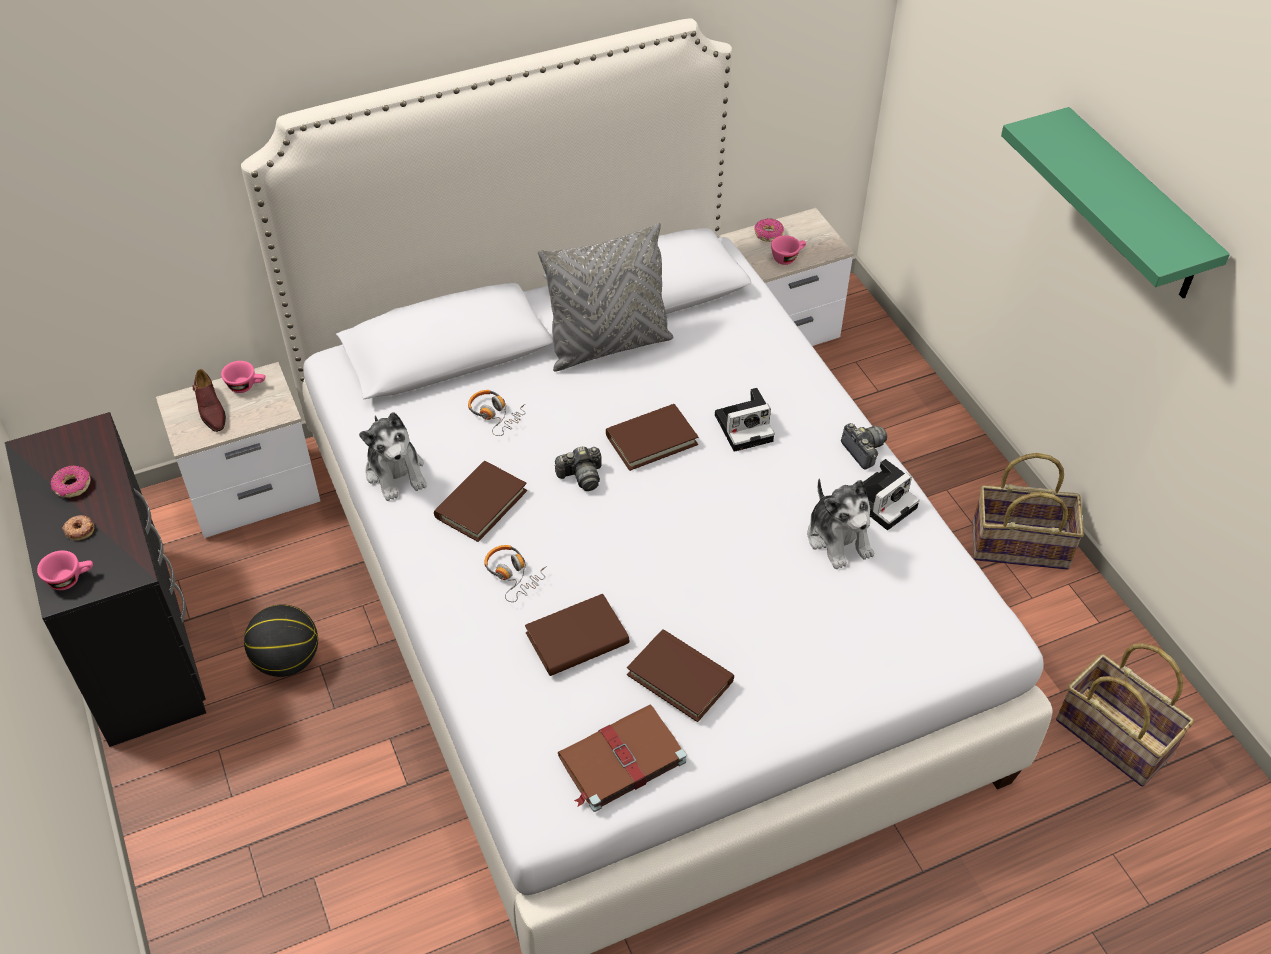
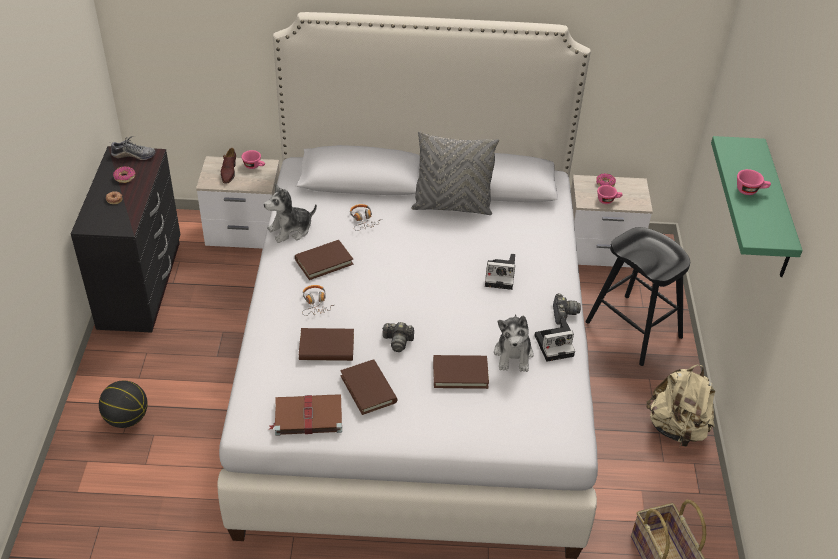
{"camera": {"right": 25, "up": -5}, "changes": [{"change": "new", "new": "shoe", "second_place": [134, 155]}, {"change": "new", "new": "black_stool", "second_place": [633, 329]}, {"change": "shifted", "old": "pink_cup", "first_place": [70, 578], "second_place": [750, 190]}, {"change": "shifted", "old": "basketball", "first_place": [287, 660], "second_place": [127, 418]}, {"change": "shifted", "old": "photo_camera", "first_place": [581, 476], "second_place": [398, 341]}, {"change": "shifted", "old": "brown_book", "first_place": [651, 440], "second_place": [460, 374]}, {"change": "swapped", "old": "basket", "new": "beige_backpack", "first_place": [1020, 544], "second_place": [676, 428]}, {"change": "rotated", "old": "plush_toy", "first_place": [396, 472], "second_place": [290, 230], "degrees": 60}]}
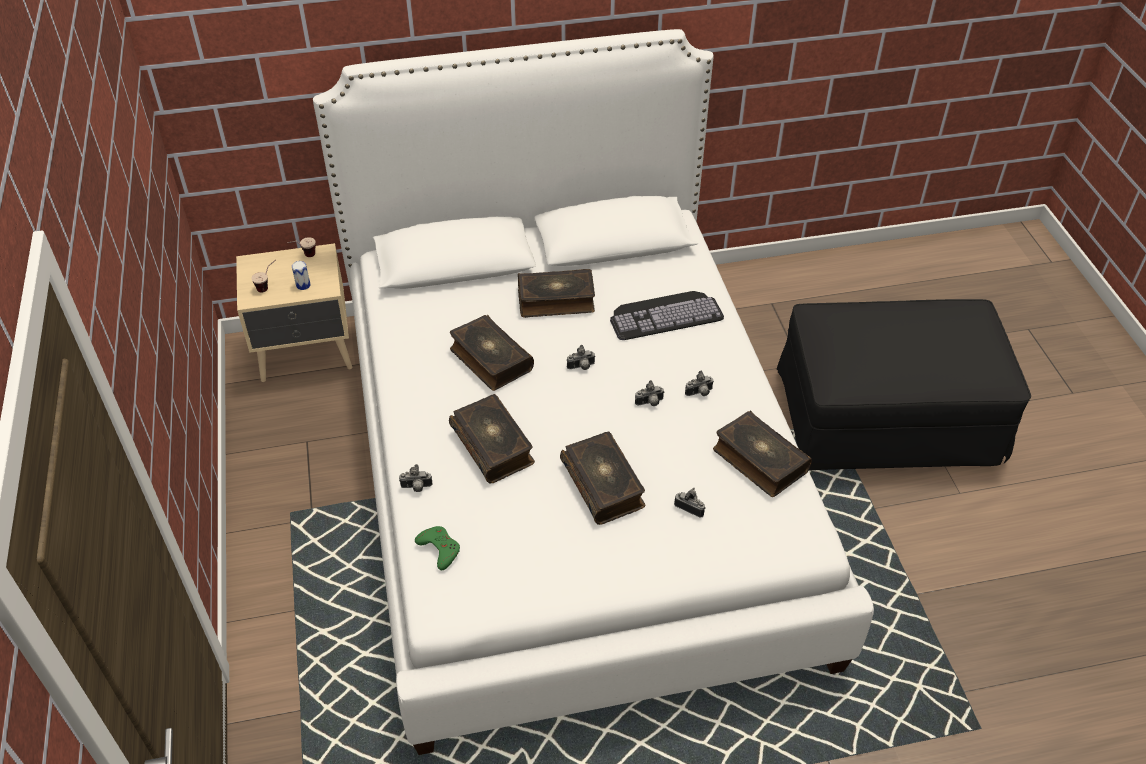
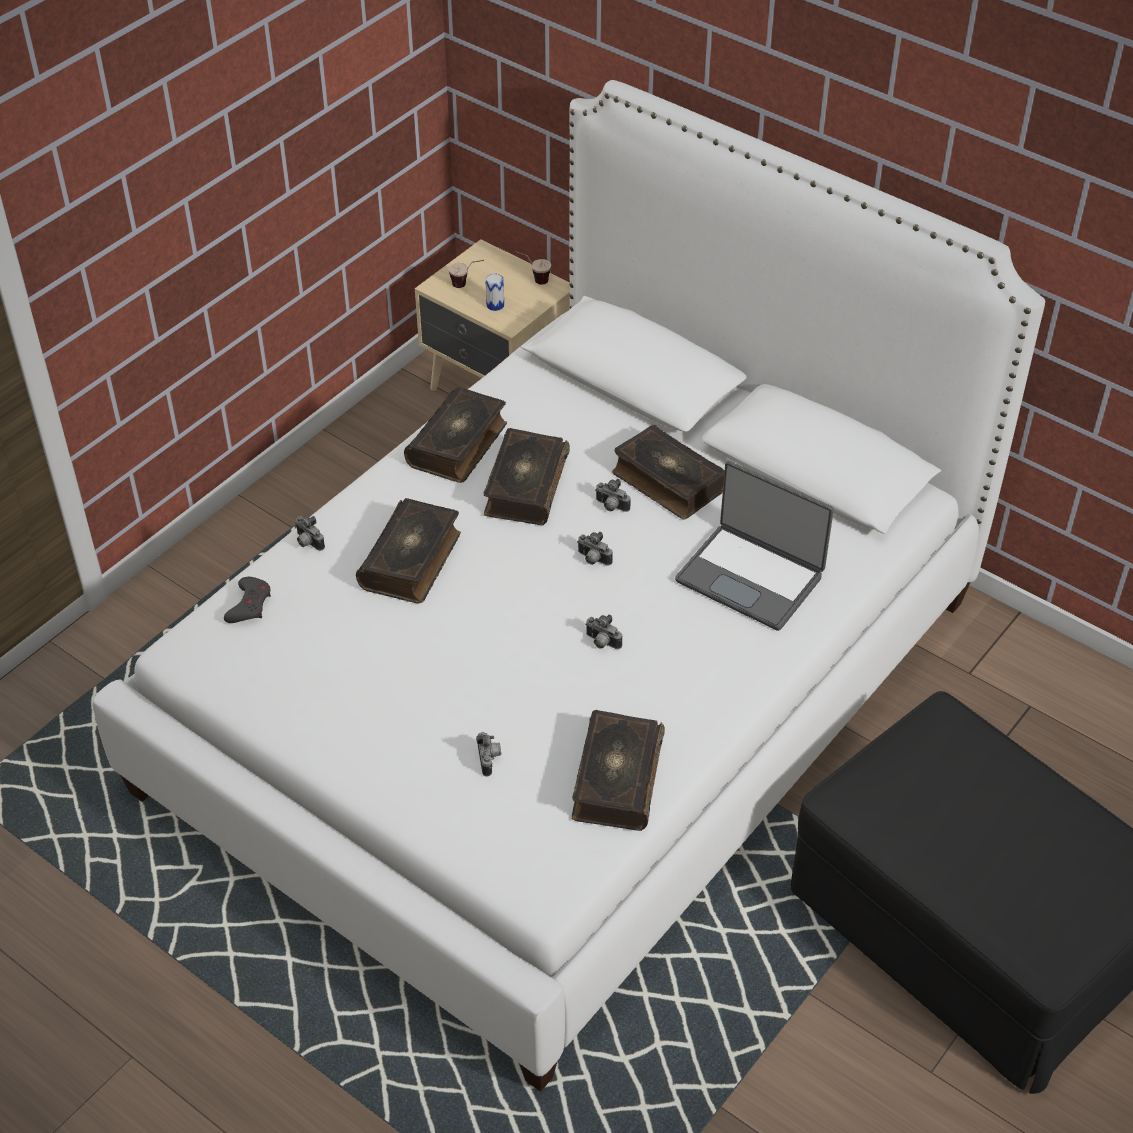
{"camera": {"right": 50, "up": 0}, "changes": [{"change": "shifted", "old": "book", "first_place": [603, 485], "second_place": [459, 445]}, {"change": "shifted", "old": "photo_camera", "first_place": [699, 393], "second_place": [611, 507]}, {"change": "swapped", "old": "keyboard", "new": "laptop", "first_place": [665, 314], "second_place": [751, 577]}, {"change": "repainted", "old": "green_game_controller", "new": "grey_game_controller", "first_place": [439, 549], "second_place": [249, 604]}]}
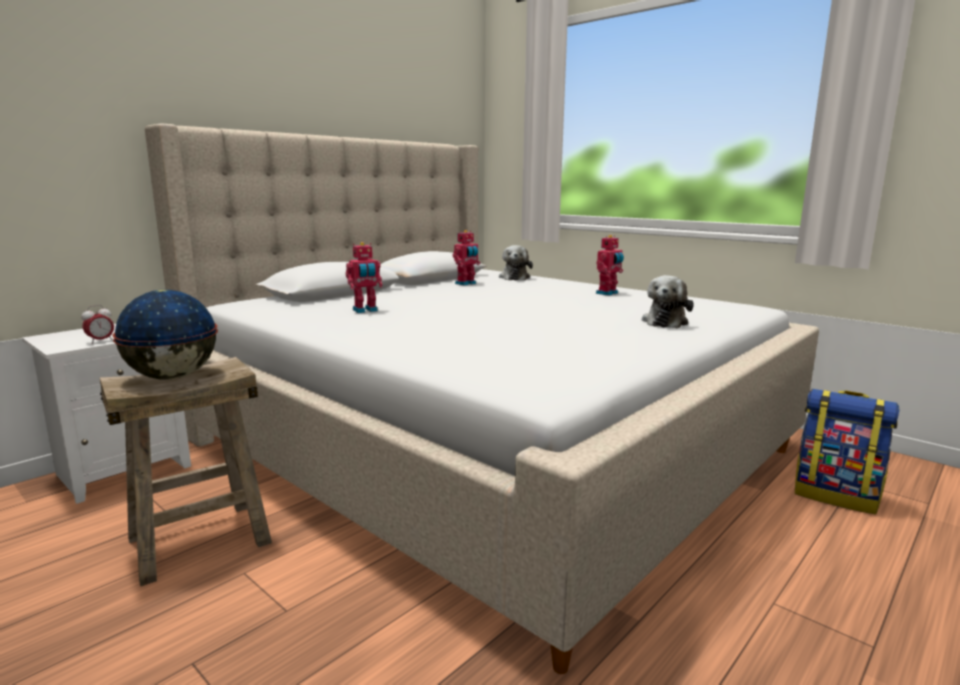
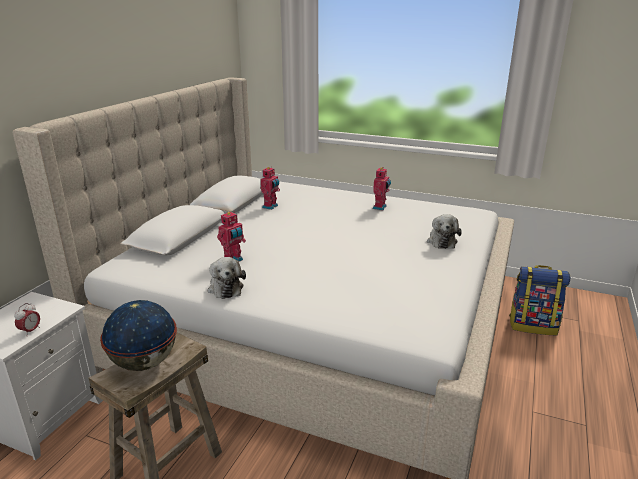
{"camera": {"right": -20, "up": 10}, "changes": [{"change": "shifted", "old": "plush_toy", "first_place": [514, 277], "second_place": [225, 287]}]}
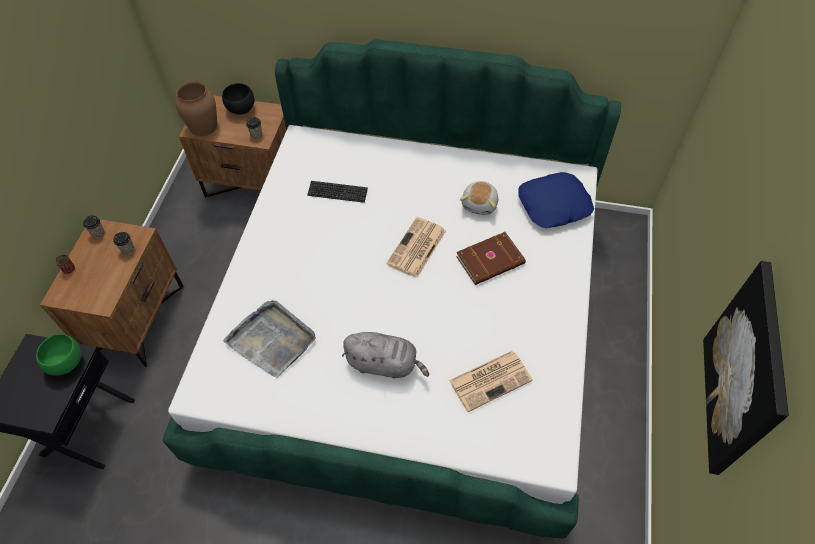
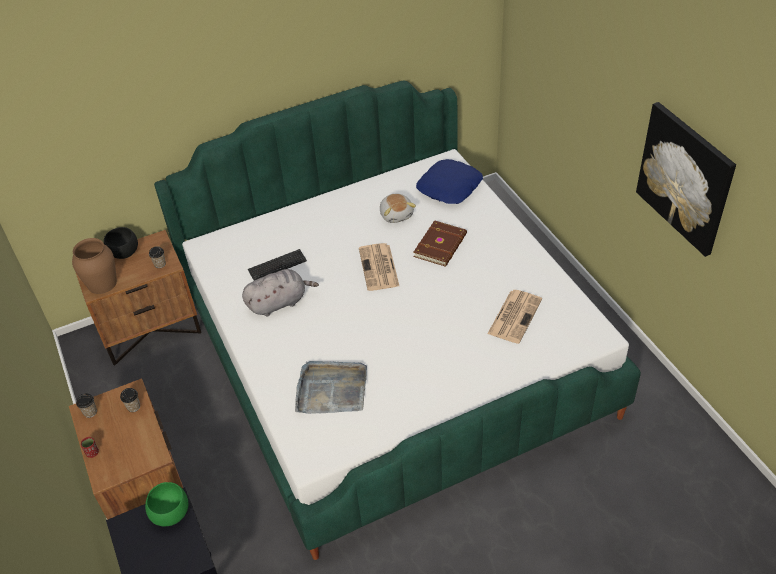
{"camera": {"right": -35, "up": -10}, "changes": [{"change": "shifted", "old": "grey_plush_toy", "first_place": [384, 364], "second_place": [279, 302]}]}
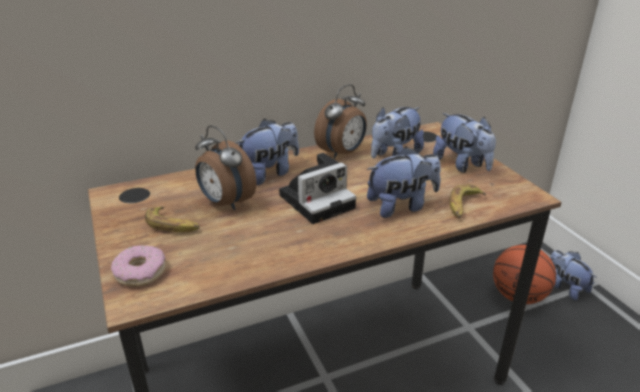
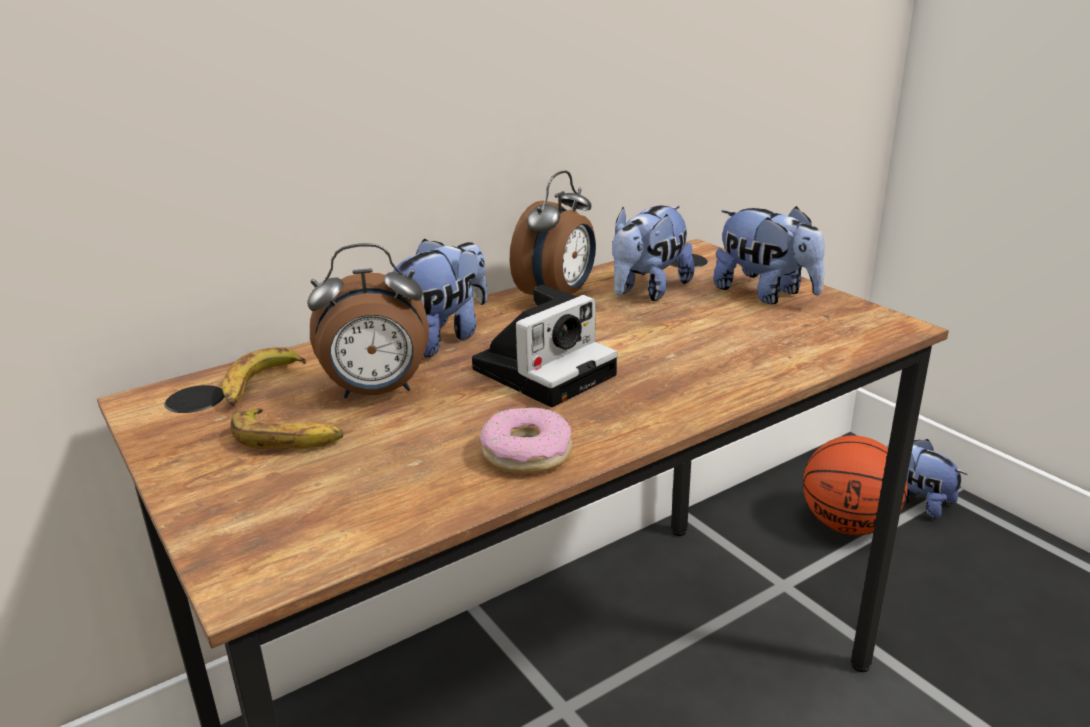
{"camera": {"right": -10, "up": -5}, "changes": [{"change": "gone", "old": "plush_toy", "first_place": [401, 206]}, {"change": "shifted", "old": "donut", "first_place": [140, 272], "second_place": [527, 453]}, {"change": "shifted", "old": "banana", "first_place": [463, 206], "second_place": [260, 385]}, {"change": "rotated", "old": "alarm_clock", "first_place": [225, 203], "second_place": [377, 392], "degrees": -45}]}
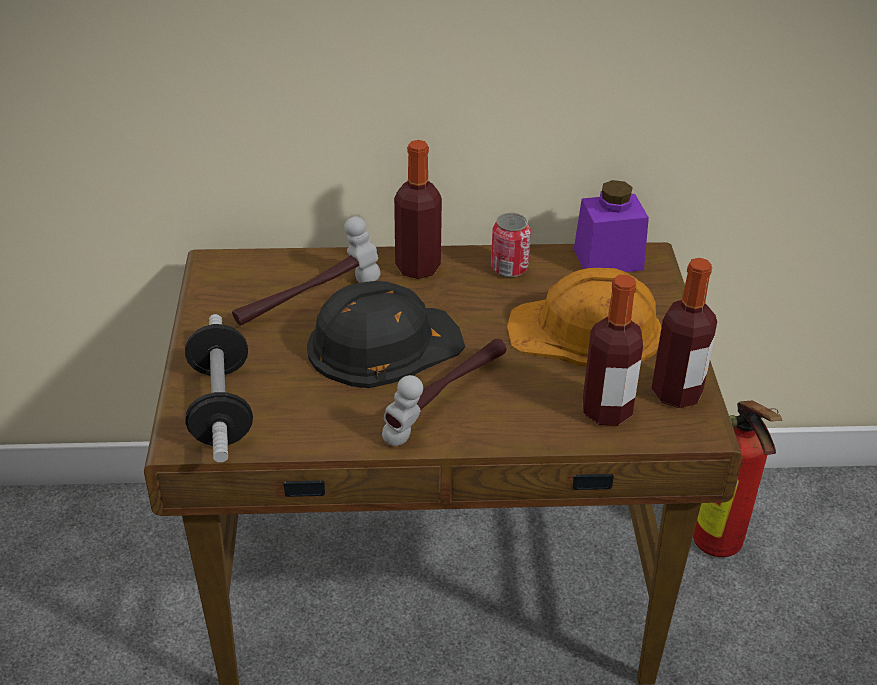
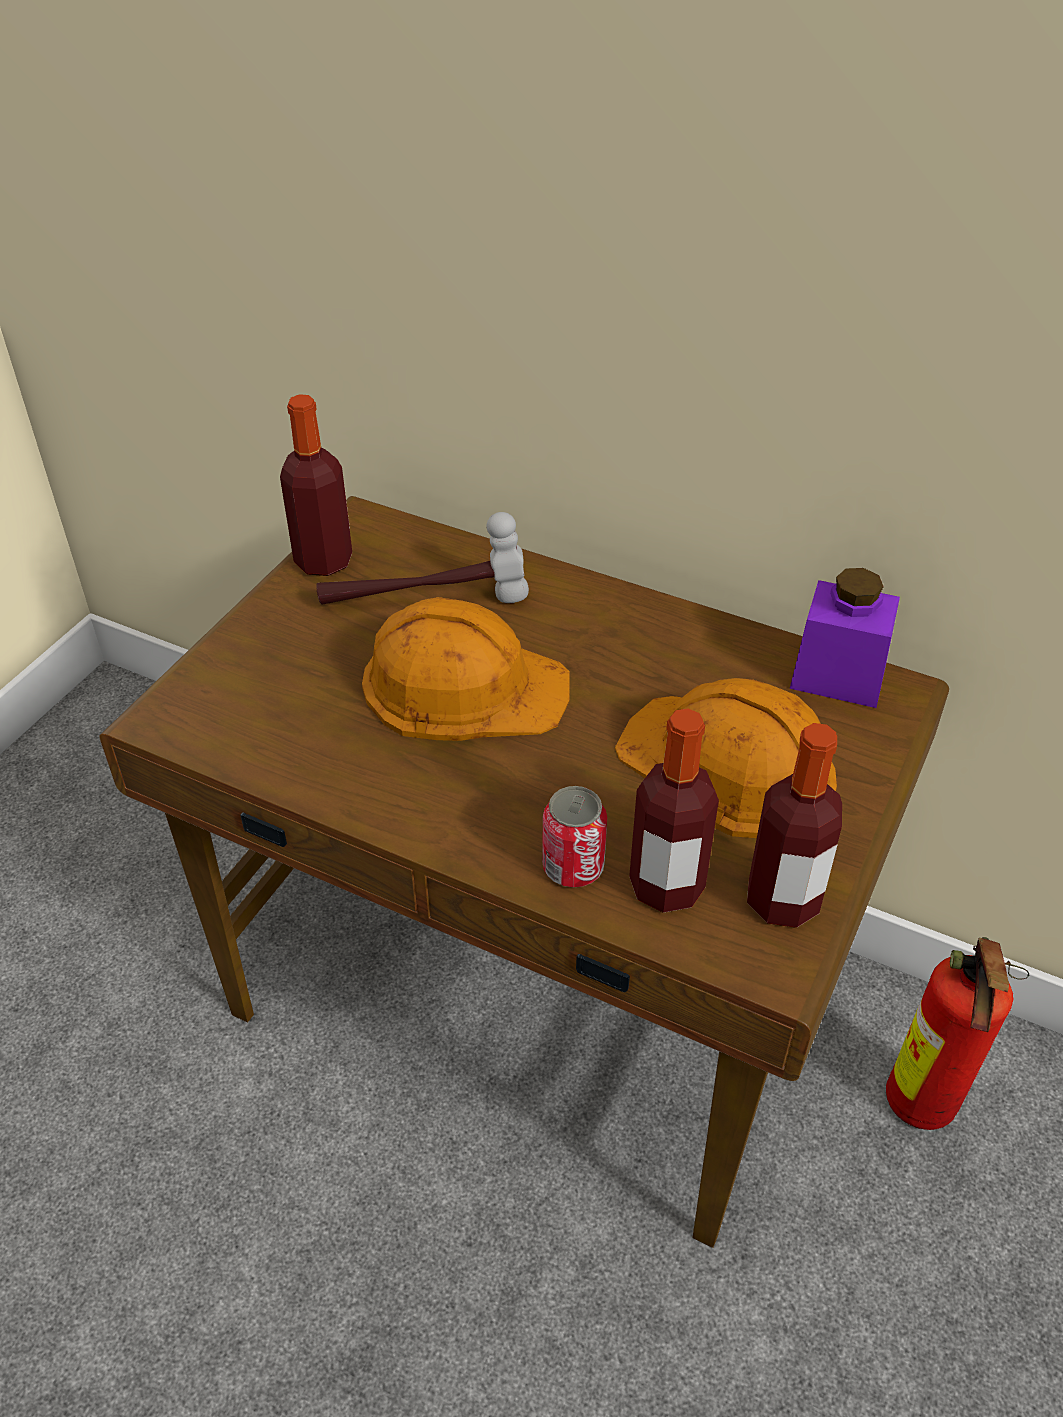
{"camera": {"right": 30, "up": 5}, "changes": [{"change": "gone", "old": "dumbbell", "first_place": [221, 407]}, {"change": "gone", "old": "hammer", "first_place": [447, 401]}, {"change": "shifted", "old": "bottle", "first_place": [418, 267], "second_place": [323, 561]}, {"change": "shifted", "old": "can", "first_place": [509, 268], "second_place": [573, 867]}, {"change": "repainted", "old": "black_hard_hat", "new": "orange_hard_hat", "first_place": [382, 344], "second_place": [463, 685]}]}
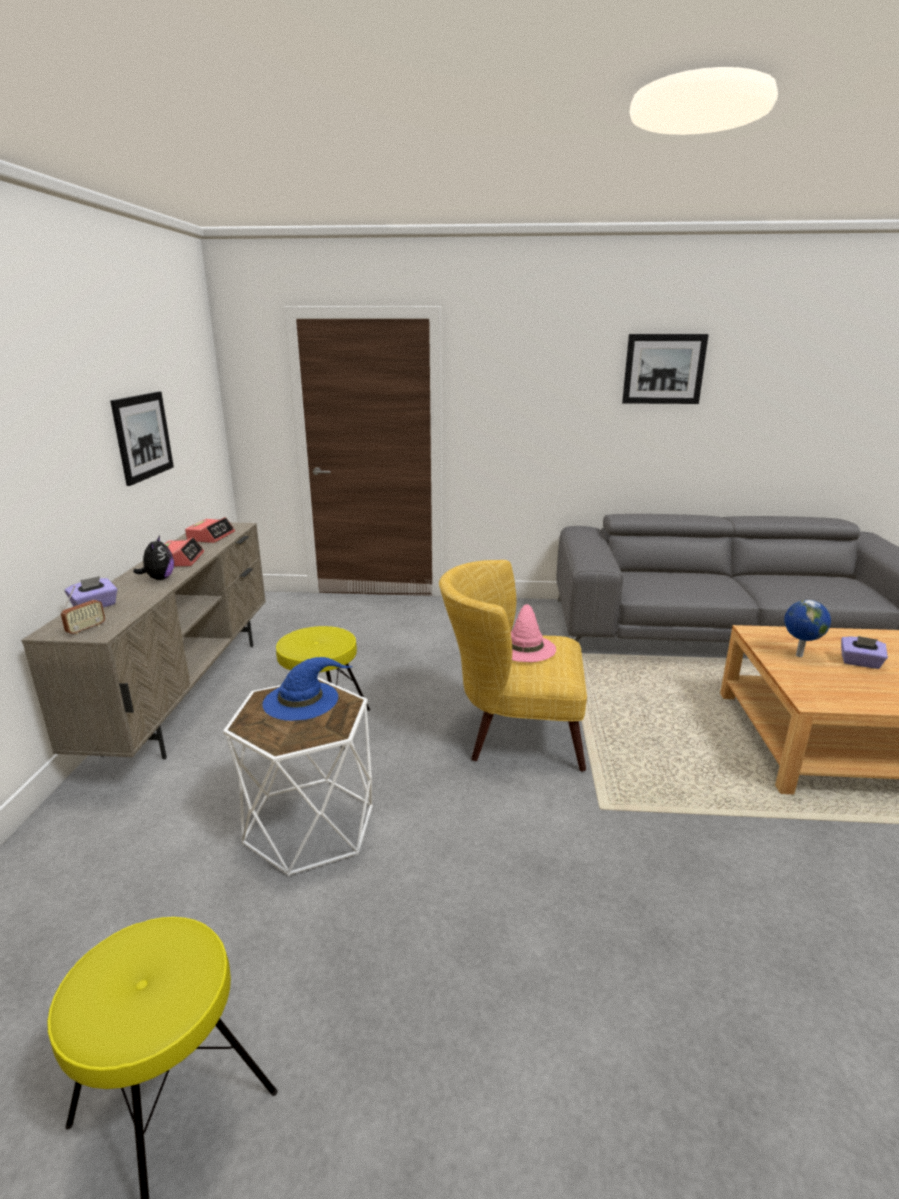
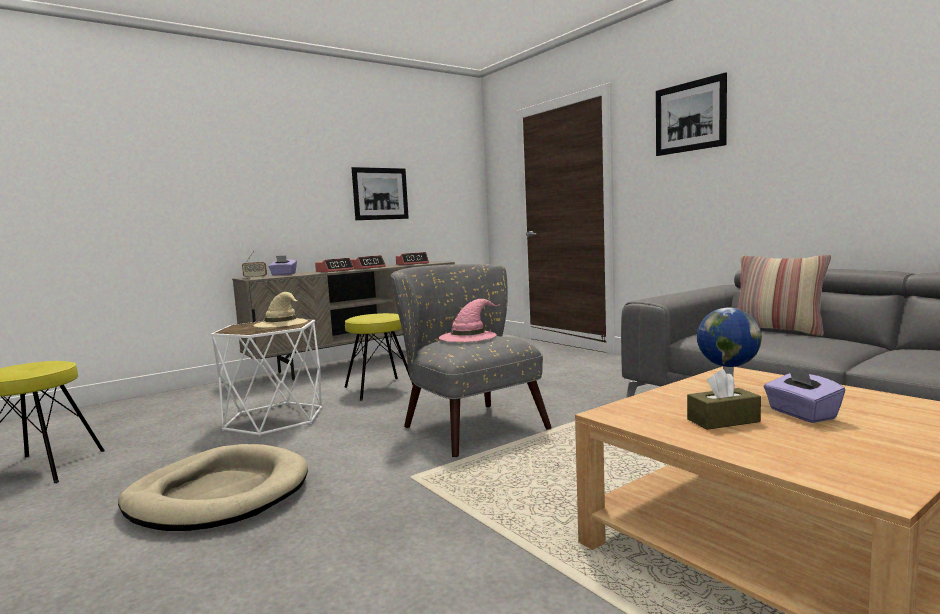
{"camera": {"right": 50, "up": -15}, "changes": [{"change": "new", "new": "beige_dog_bed", "second_place": [218, 494]}, {"change": "new", "new": "brown_tissue_box", "second_place": [723, 420]}, {"change": "new", "new": "pillow", "second_place": [778, 330]}, {"change": "shifted", "old": "picture", "first_place": [664, 369], "second_place": [690, 116]}, {"change": "swapped", "old": "plush_toy", "new": "alarm_clock", "first_place": [159, 579], "second_place": [335, 271]}, {"change": "repainted", "old": "blue_hat", "new": "beige_hat", "first_place": [302, 700], "second_place": [281, 323]}, {"change": "repainted", "old": "yellow_armchair", "new": "grey_armchair", "first_place": [512, 731], "second_place": [467, 424]}]}
